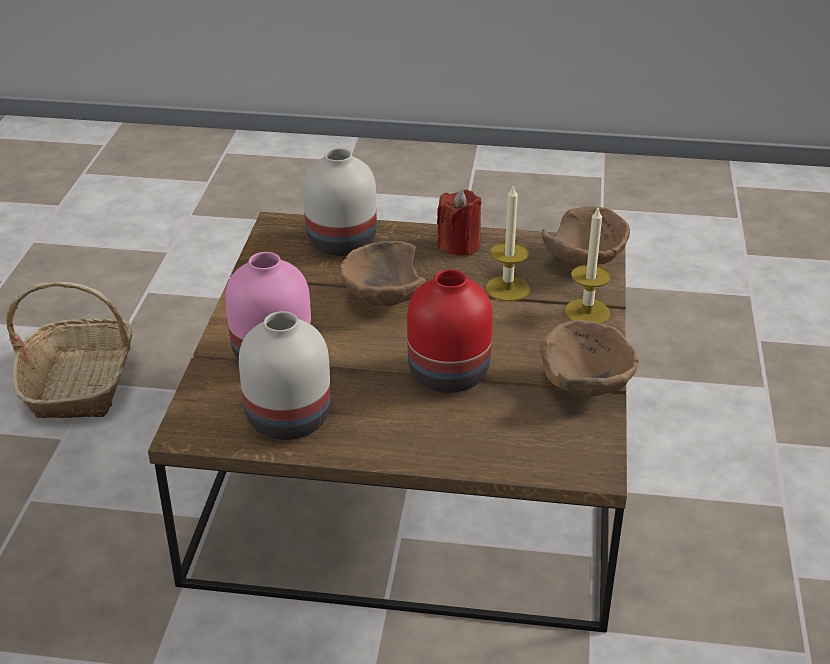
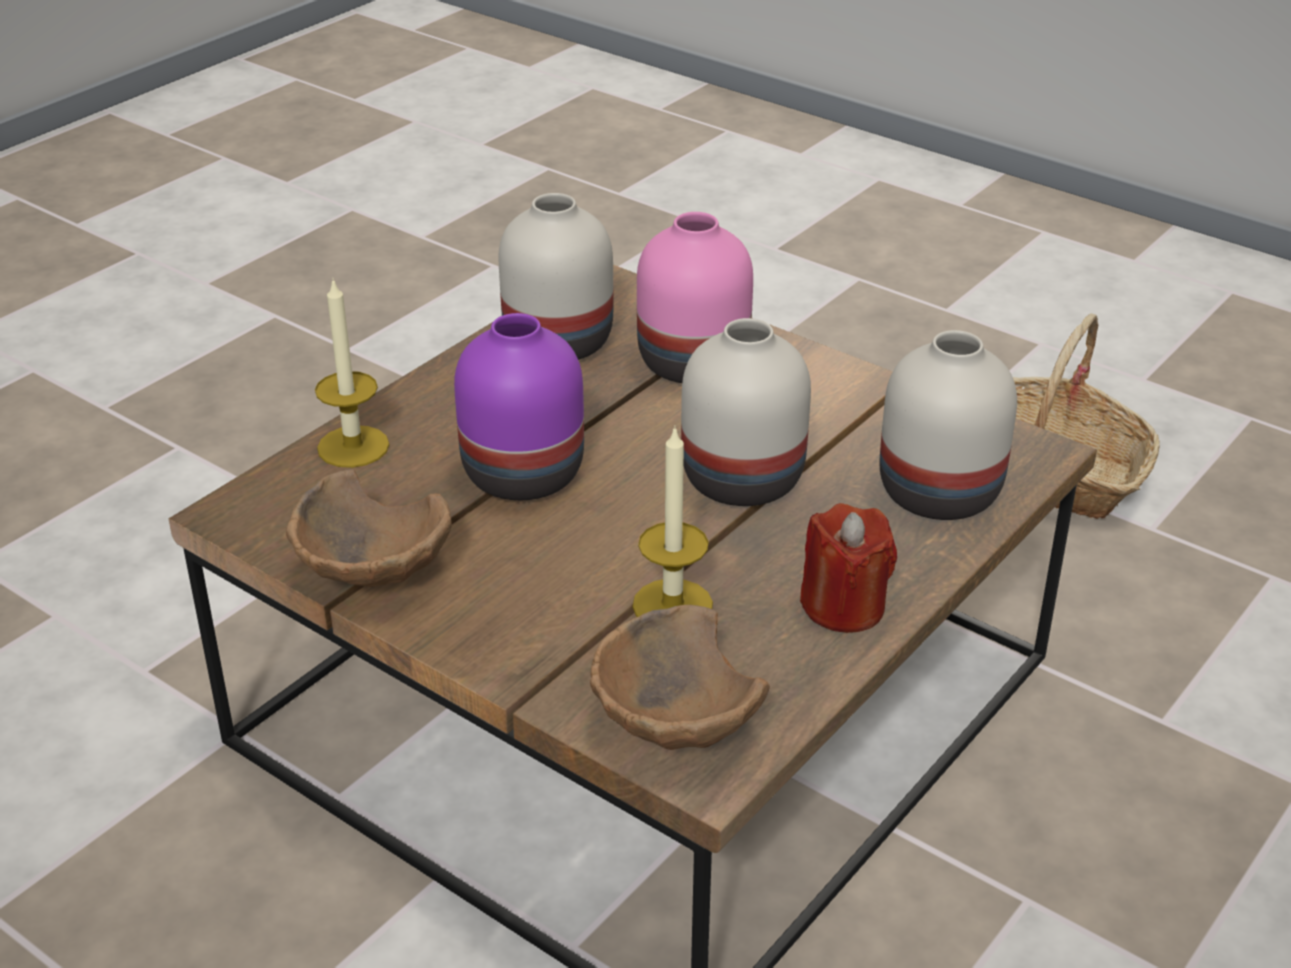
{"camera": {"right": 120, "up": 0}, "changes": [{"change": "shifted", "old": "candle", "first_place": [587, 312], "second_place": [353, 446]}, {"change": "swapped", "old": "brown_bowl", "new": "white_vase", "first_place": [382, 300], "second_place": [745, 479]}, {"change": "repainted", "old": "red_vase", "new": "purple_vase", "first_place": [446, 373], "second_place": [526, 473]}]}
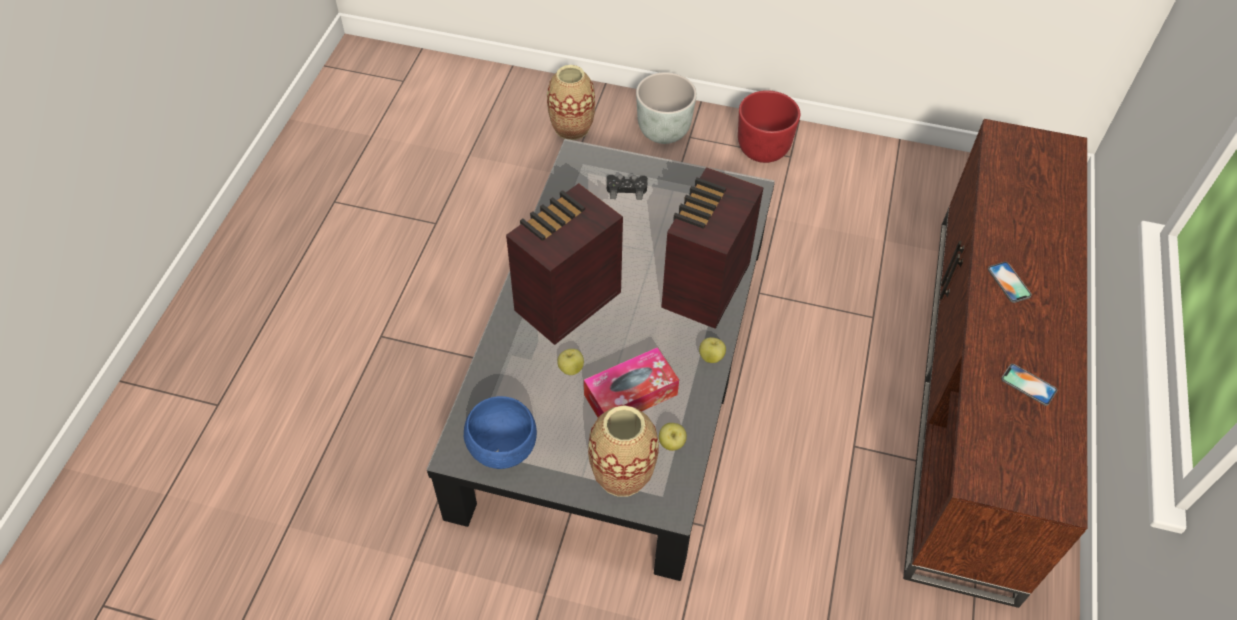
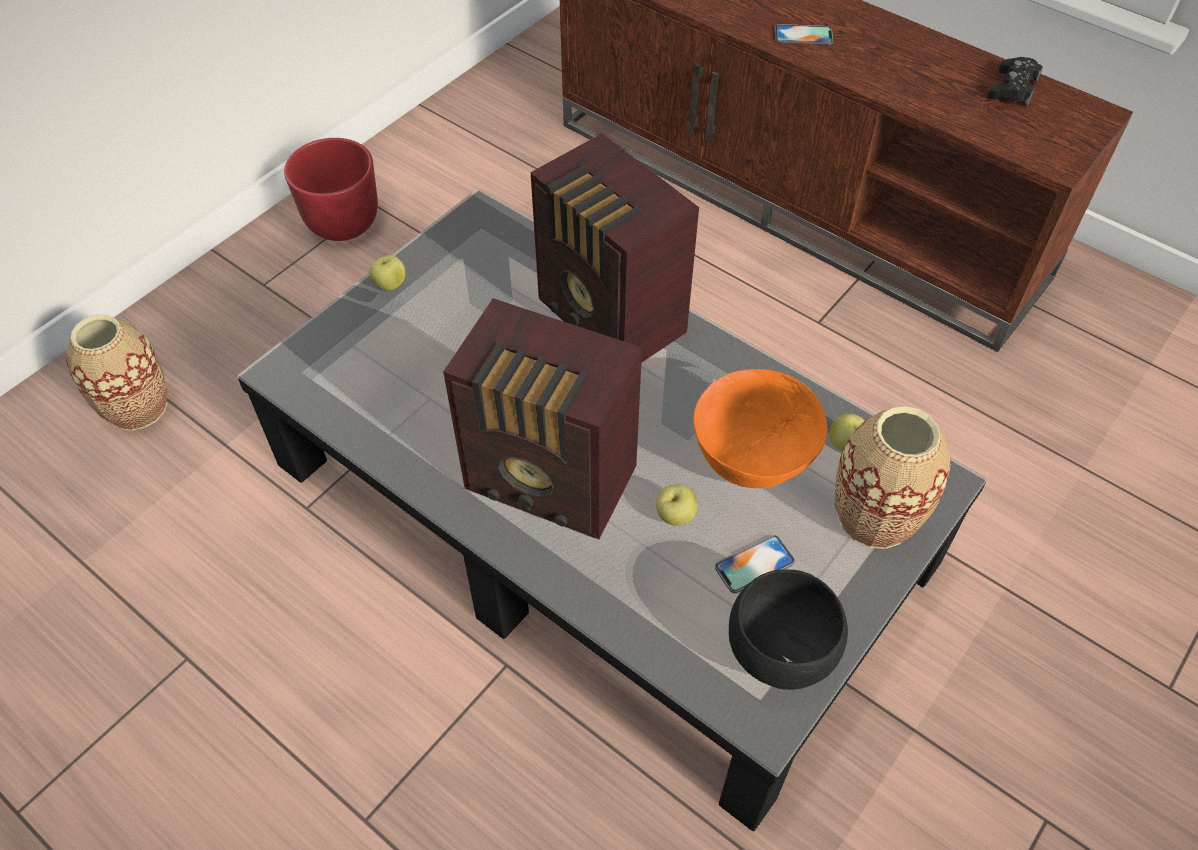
{"camera": {"right": -65, "up": 0}, "changes": [{"change": "gone", "old": "grey_planter", "first_place": [663, 131]}, {"change": "shifted", "old": "black_game_controller", "first_place": [626, 189], "second_place": [1012, 88]}, {"change": "shifted", "old": "apple", "first_place": [711, 357], "second_place": [390, 284]}, {"change": "shifted", "old": "phone", "first_place": [1028, 385], "second_place": [754, 564]}, {"change": "swapped", "old": "tissue_box", "new": "orange_bowl", "first_place": [630, 395], "second_place": [750, 461]}, {"change": "repainted", "old": "blue_bowl", "new": "black_bowl", "first_place": [502, 449], "second_place": [781, 653]}, {"change": "rotated", "old": "radio", "first_place": [564, 302], "second_place": [552, 482], "degrees": -45}]}
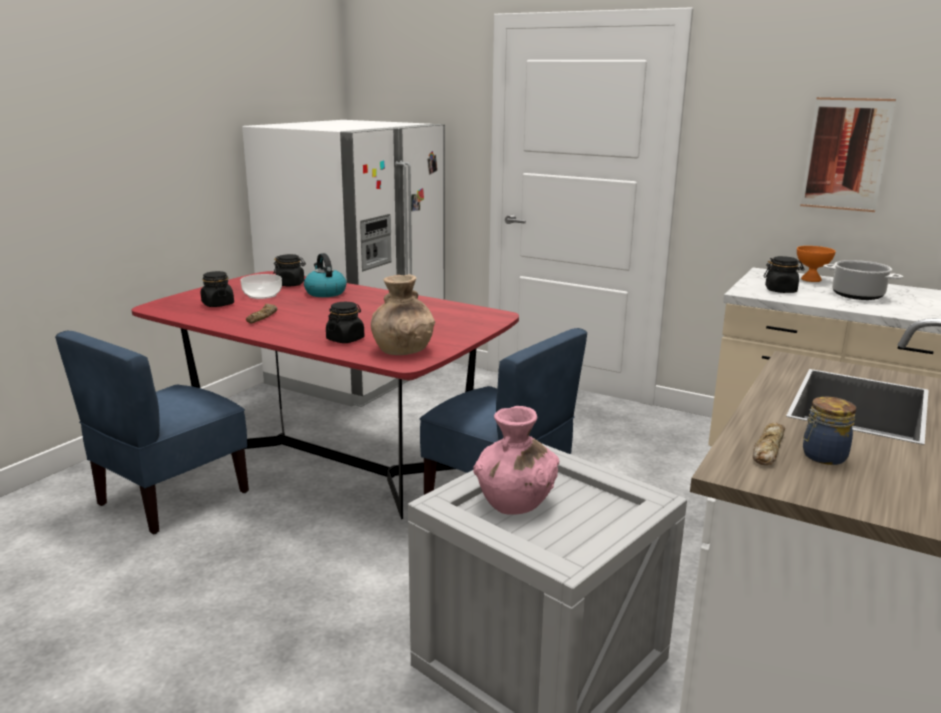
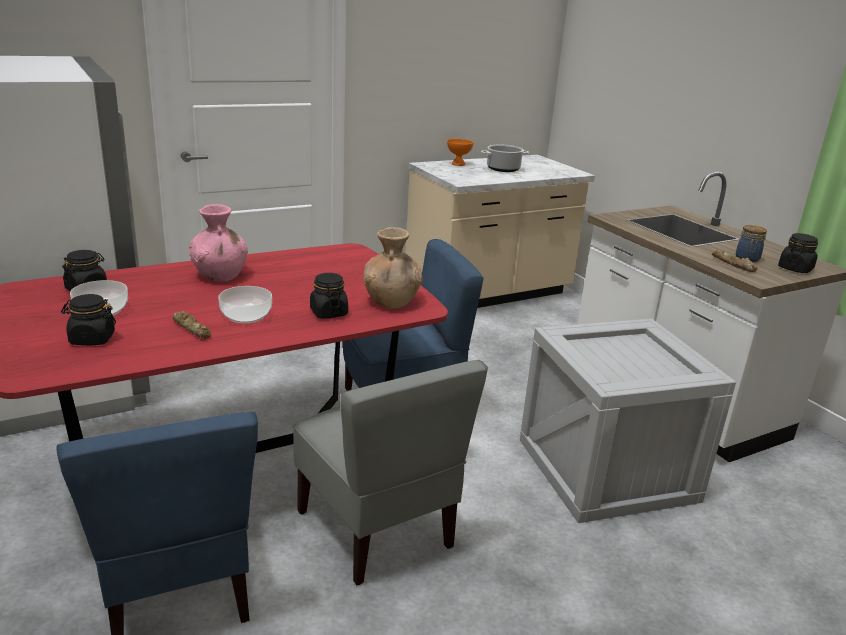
{"camera": {"right": -60, "up": 5}, "changes": [{"change": "gone", "old": "kettle", "first_place": [325, 292]}, {"change": "gone", "old": "picture", "first_place": [846, 154]}, {"change": "new", "new": "bowl", "second_place": [246, 315]}, {"change": "new", "new": "grey_chair", "second_place": [377, 529]}, {"change": "shifted", "old": "pink_vase", "first_place": [515, 503], "second_place": [220, 275]}, {"change": "shifted", "old": "black_jar", "first_place": [781, 290], "second_place": [795, 269]}]}
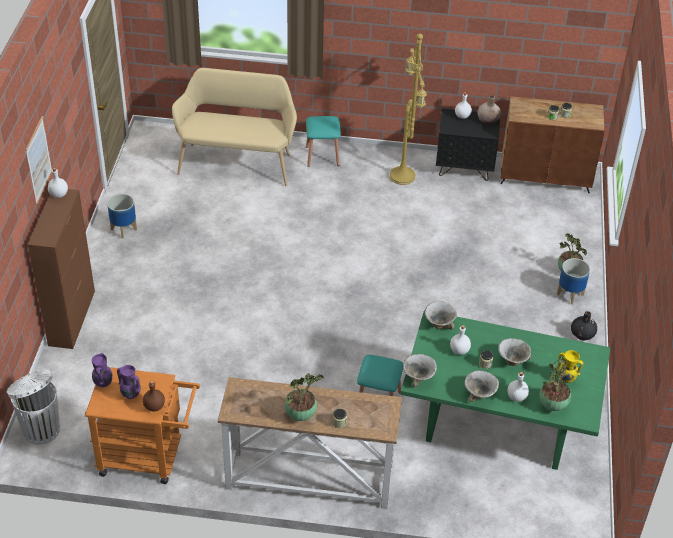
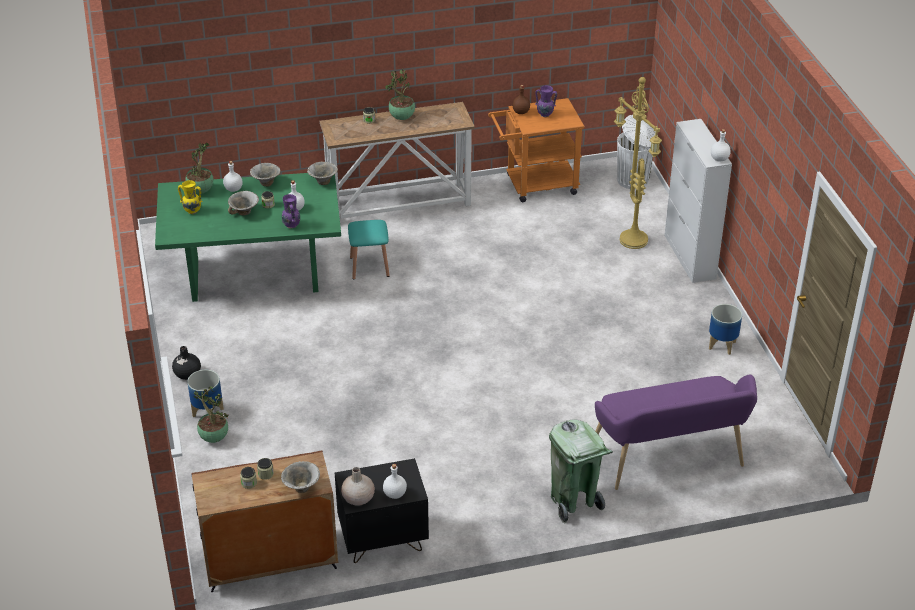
{"camera": {"right": 160, "up": -5}, "changes": [{"change": "gone", "old": "picture", "first_place": [38, 160]}, {"change": "shifted", "old": "purple_vase", "first_place": [103, 383], "second_place": [291, 225]}, {"change": "shifted", "old": "yellow_floor_lamp", "first_place": [404, 177], "second_place": [631, 240]}, {"change": "shifted", "old": "bowl", "first_place": [439, 324], "second_place": [301, 488]}, {"change": "swapped", "old": "turquoise_stool", "new": "green_trash_can", "first_place": [322, 156], "second_place": [574, 501]}, {"change": "repainted", "old": "brown_cabinet", "new": "white_cabinet", "first_place": [72, 317], "second_place": [689, 257]}, {"change": "repainted", "old": "beige_bench", "new": "purple_bench", "first_place": [237, 162], "second_place": [670, 461]}]}
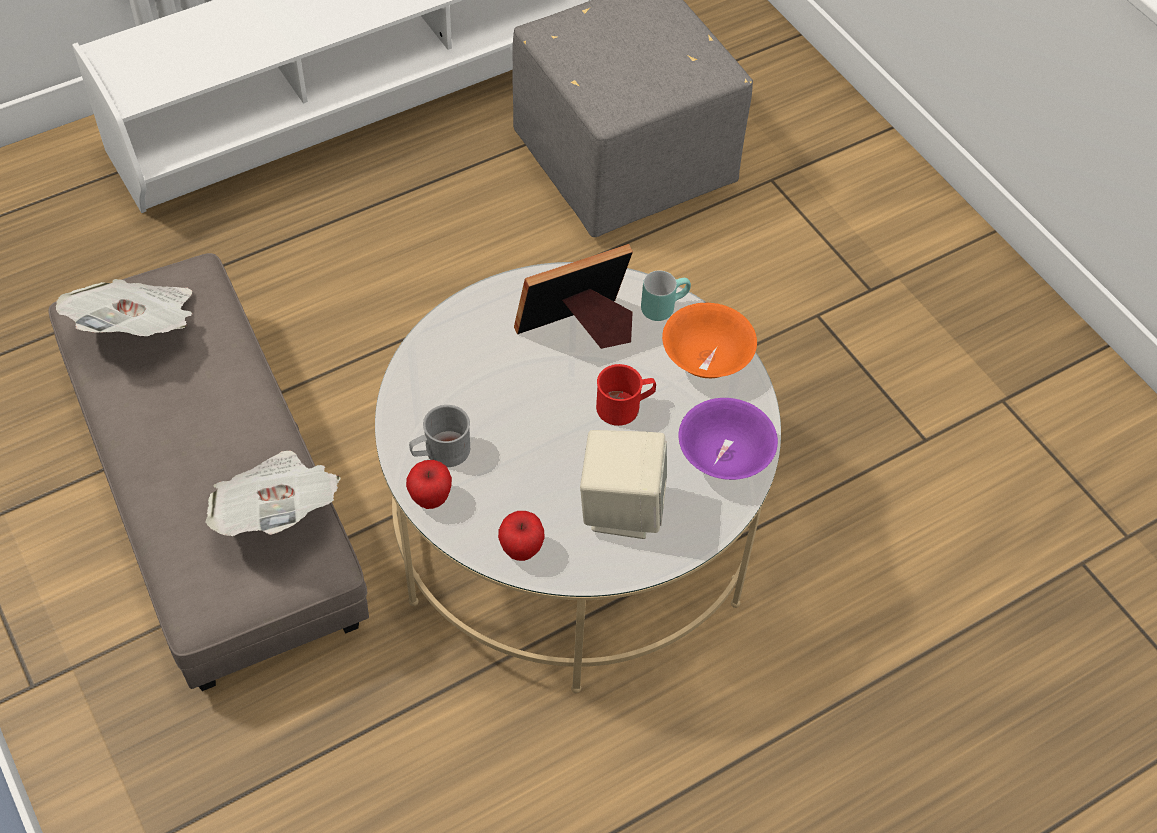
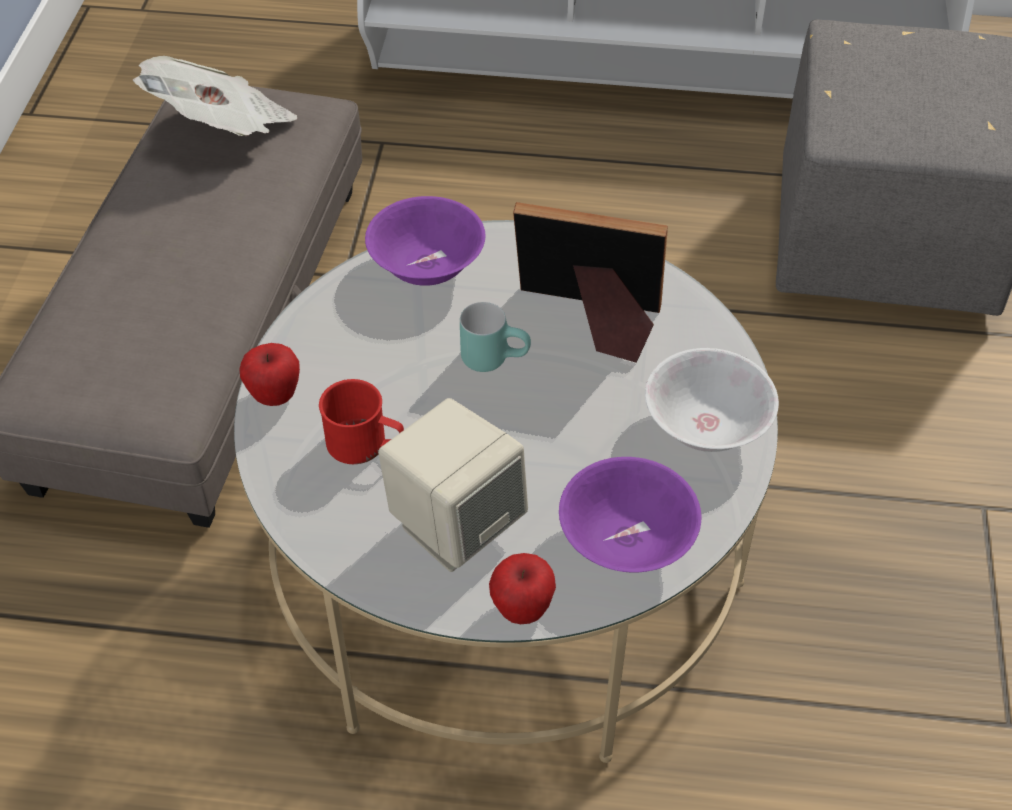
{"camera": {"right": 40, "up": -5}, "changes": [{"change": "gone", "old": "newspaper", "first_place": [277, 512]}, {"change": "gone", "old": "grey_mug", "first_place": [440, 452]}, {"change": "new", "new": "purple_bowl", "second_place": [427, 268]}, {"change": "shifted", "old": "apple", "first_place": [521, 550], "second_place": [522, 610]}, {"change": "shifted", "old": "red_mug", "first_place": [625, 406], "second_place": [365, 444]}, {"change": "shifted", "old": "turquoise_mug", "first_place": [663, 306], "second_place": [495, 357]}, {"change": "repainted", "old": "orange_bowl", "new": "white_bowl", "first_place": [705, 360], "second_place": [705, 427]}]}
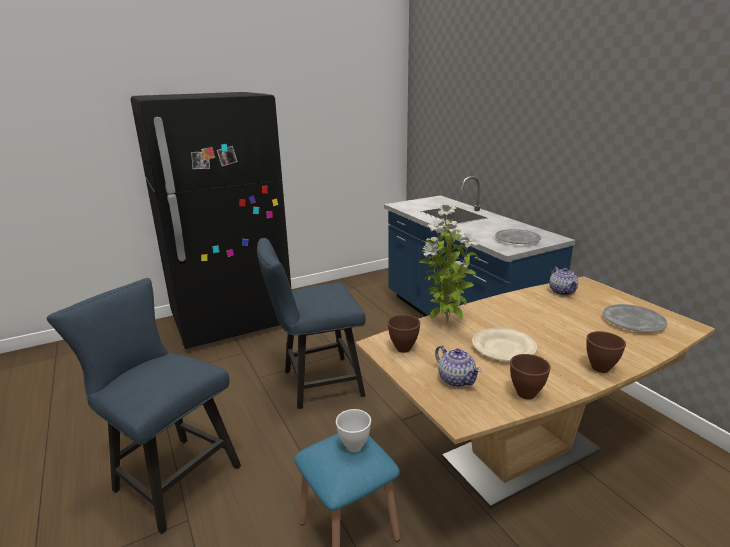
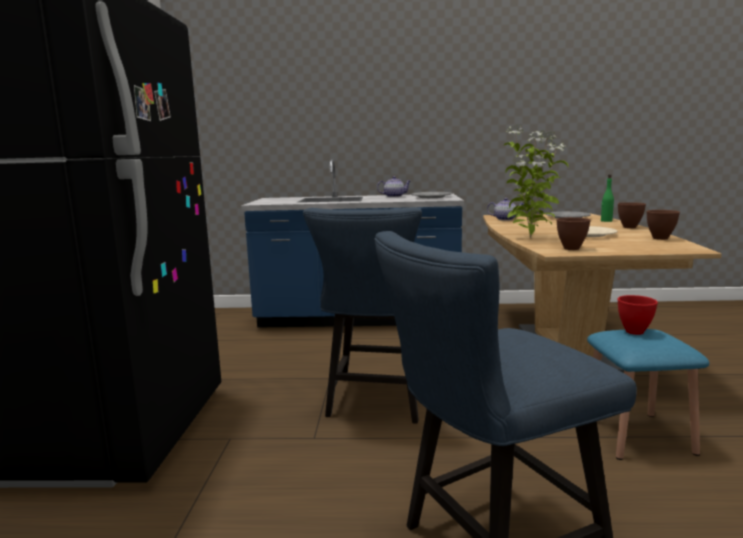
{"camera": {"right": -60, "up": -10}, "changes": [{"change": "new", "new": "green_bottle", "second_place": [606, 221]}, {"change": "shifted", "old": "teapot", "first_place": [456, 379], "second_place": [394, 196]}, {"change": "repainted", "old": "white_bowl", "new": "red_bowl", "first_place": [353, 447], "second_place": [635, 332]}]}
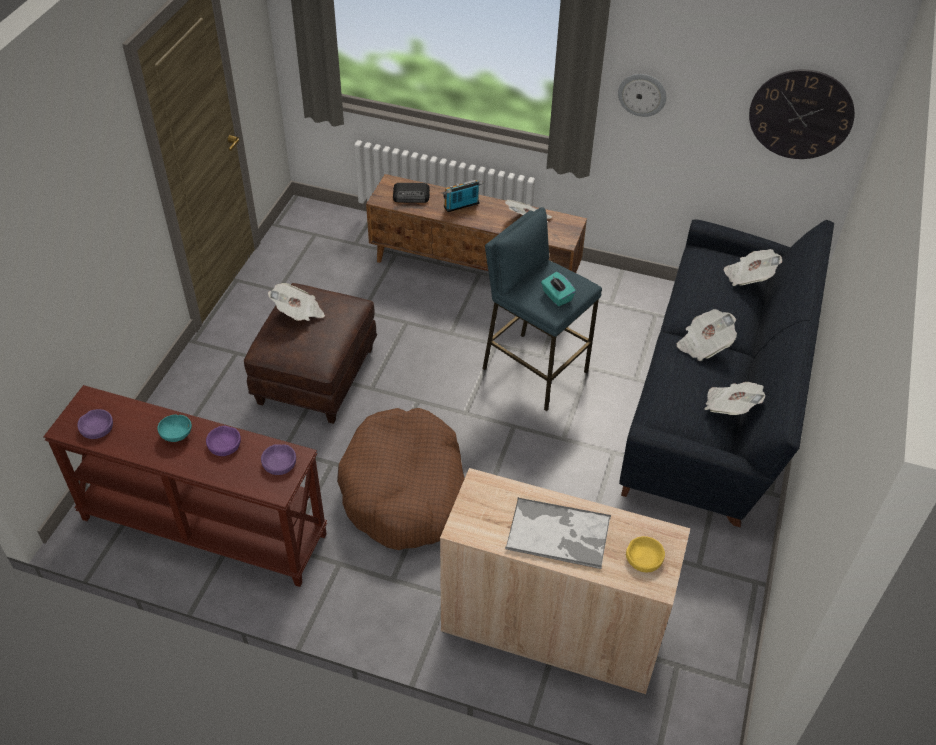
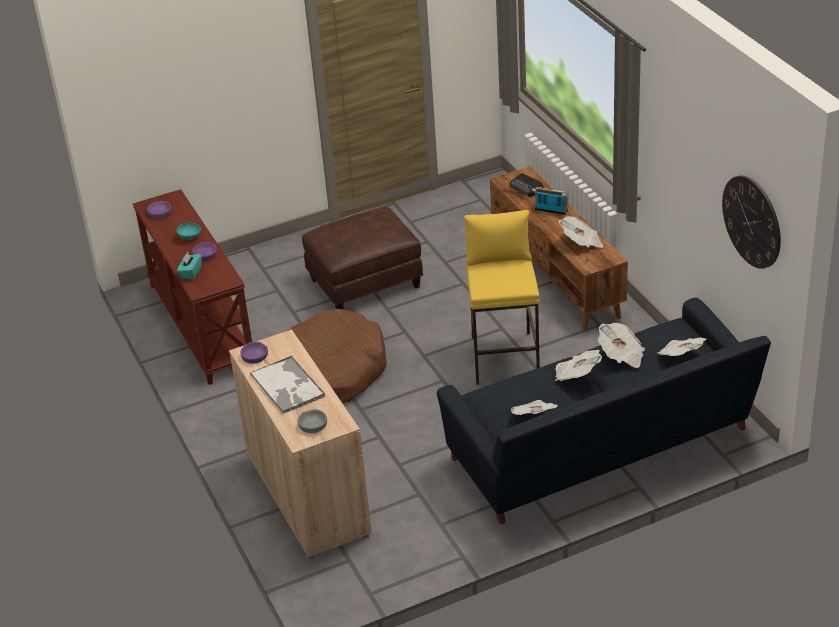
{"camera": {"right": 50, "up": -10}, "changes": [{"change": "gone", "old": "wall_clock", "first_place": [642, 94]}, {"change": "shifted", "old": "purple_bowl", "first_place": [279, 462], "second_place": [255, 356]}, {"change": "shifted", "old": "newspaper", "first_place": [298, 313], "second_place": [621, 355]}, {"change": "shifted", "old": "turquoise_tissue_box", "first_place": [556, 297], "second_place": [190, 273]}, {"change": "repainted", "old": "blue_stool", "new": "yellow_stool", "first_place": [534, 370], "second_place": [504, 357]}, {"change": "repainted", "old": "yellow_bowl", "new": "grey_bowl", "first_place": [644, 557], "second_place": [312, 424]}]}
